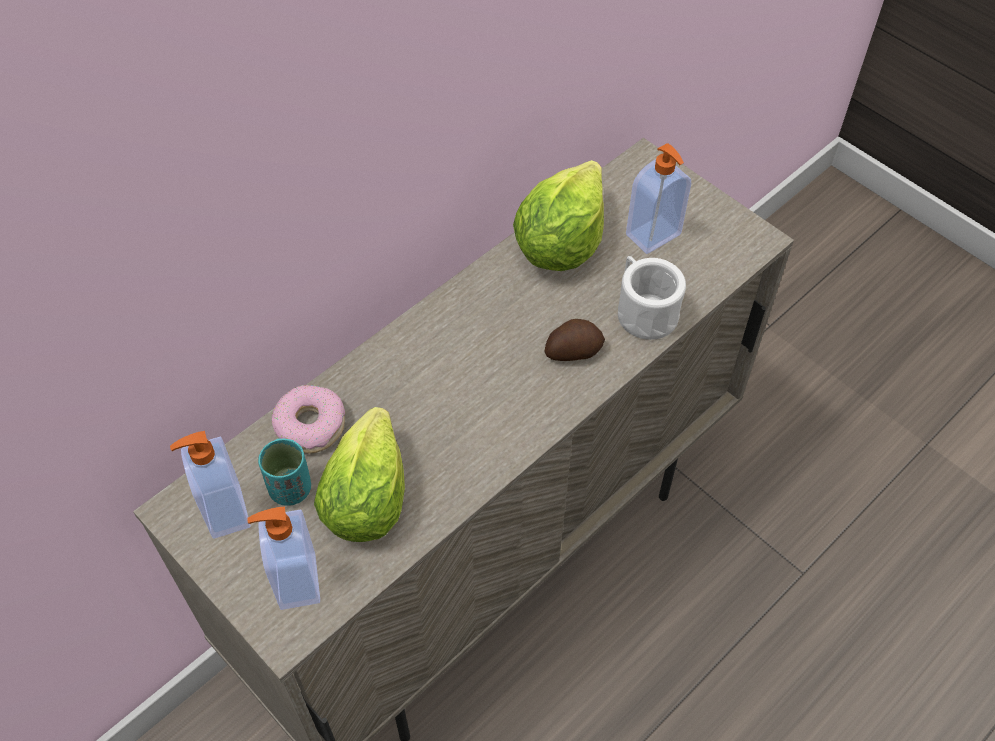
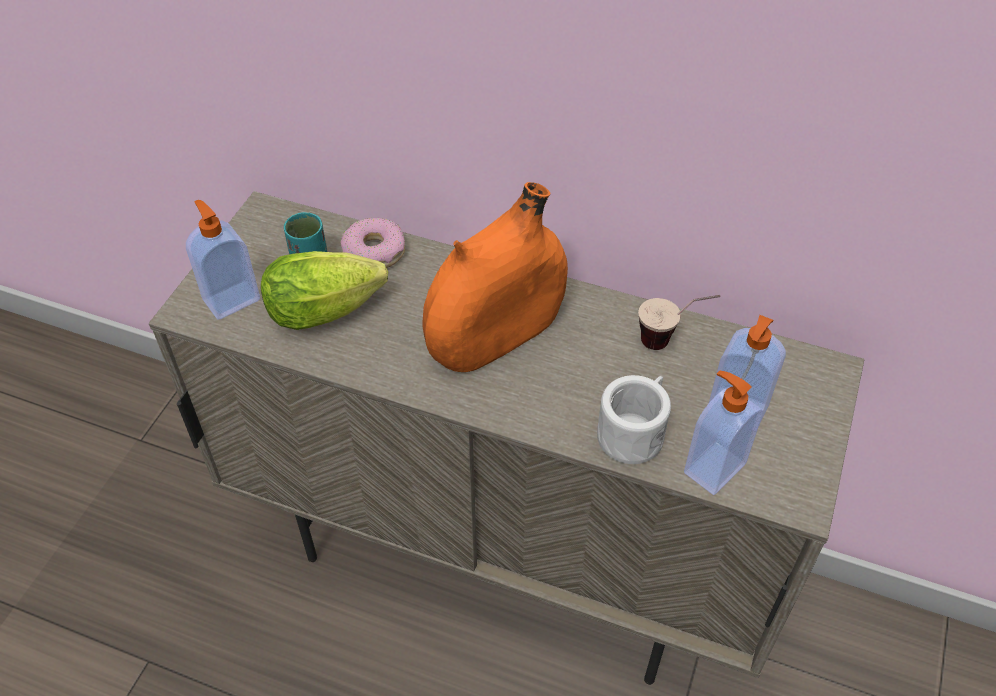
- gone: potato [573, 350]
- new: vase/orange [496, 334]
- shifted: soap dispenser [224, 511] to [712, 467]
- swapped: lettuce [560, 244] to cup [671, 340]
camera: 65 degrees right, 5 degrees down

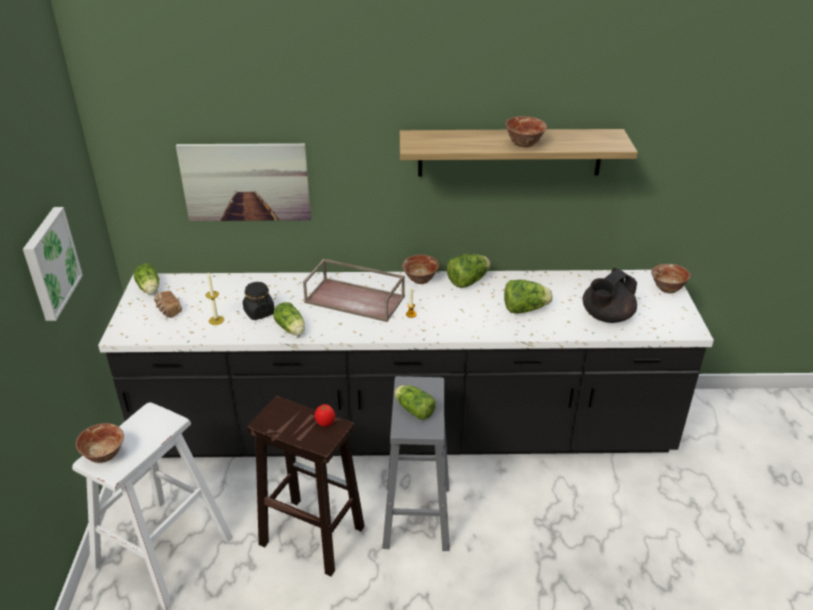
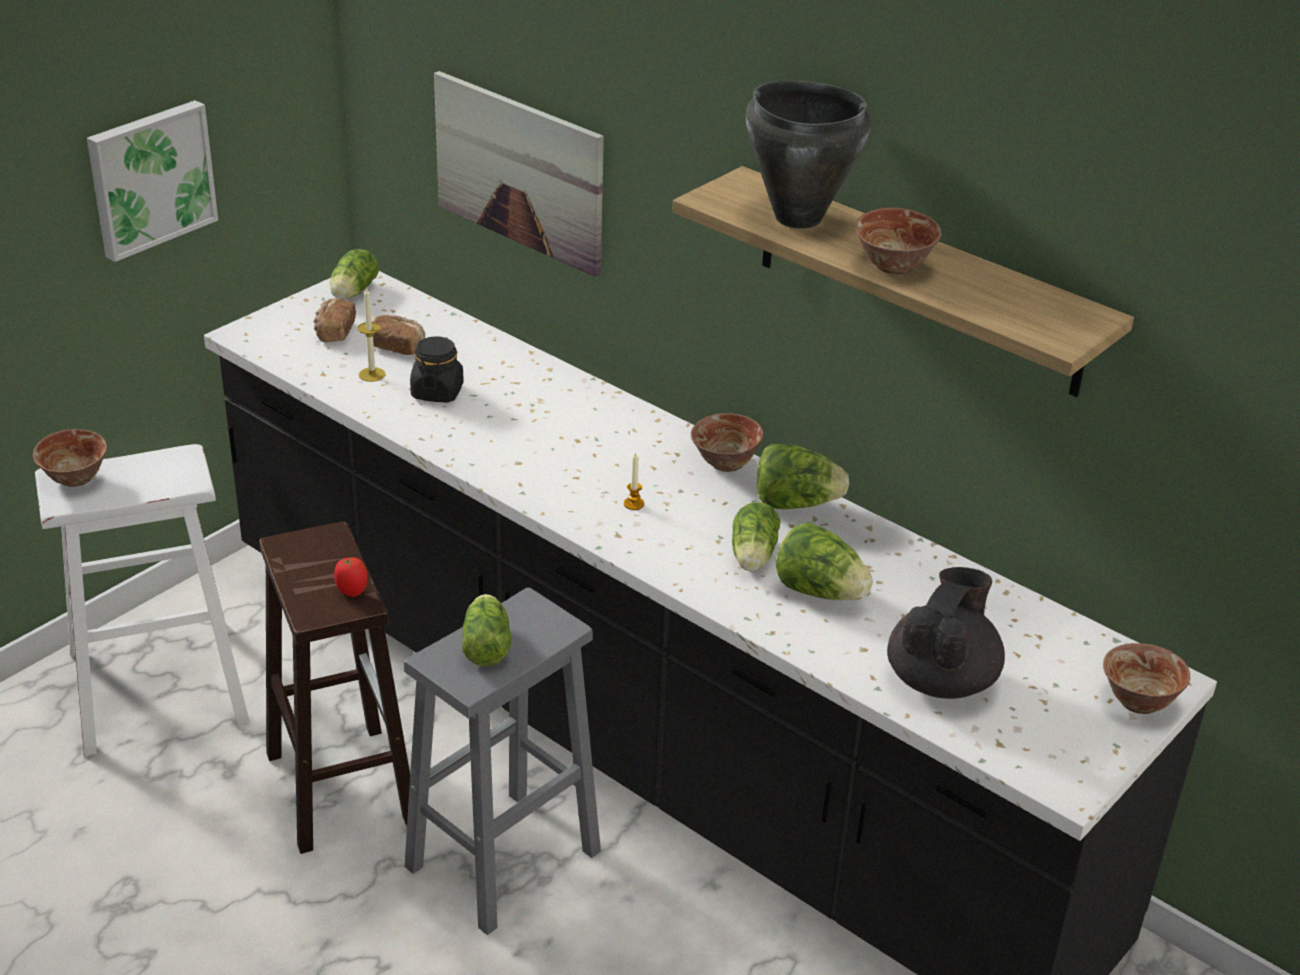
- gone: tray/brown [356, 299]
- new: bread [398, 347]
- new: cooking pot/black [797, 217]
- shifted: lettuce [291, 329] to [752, 557]
- rotated: teapot/black [606, 317] = [941, 679] 120 degrees clockwise
camera: 40 degrees right, 0 degrees up

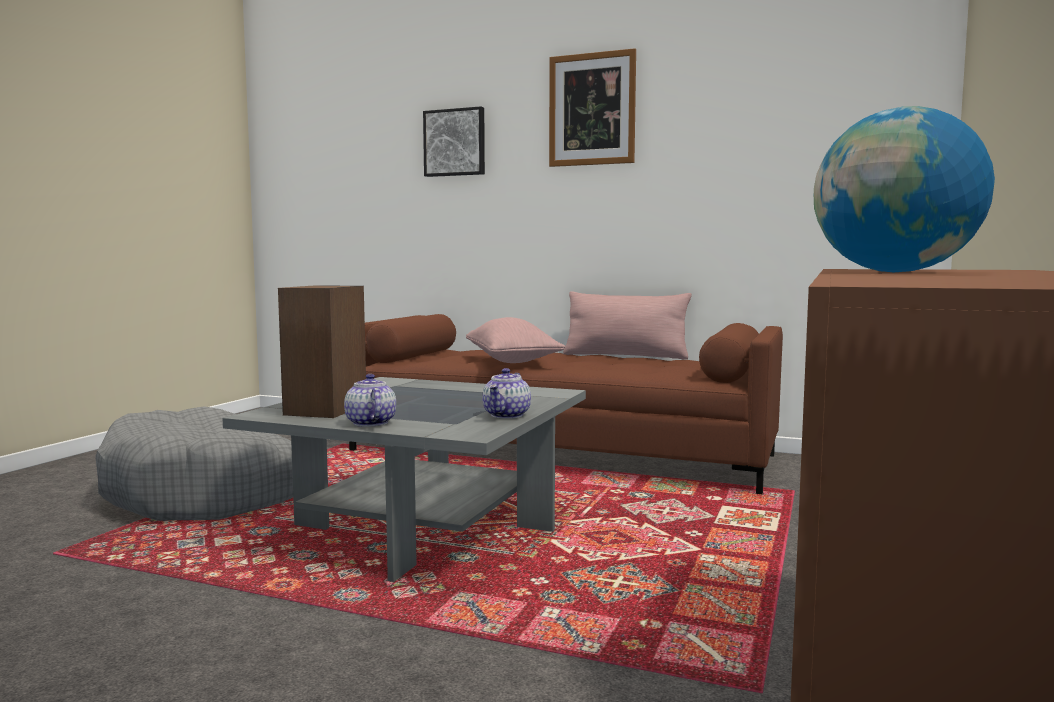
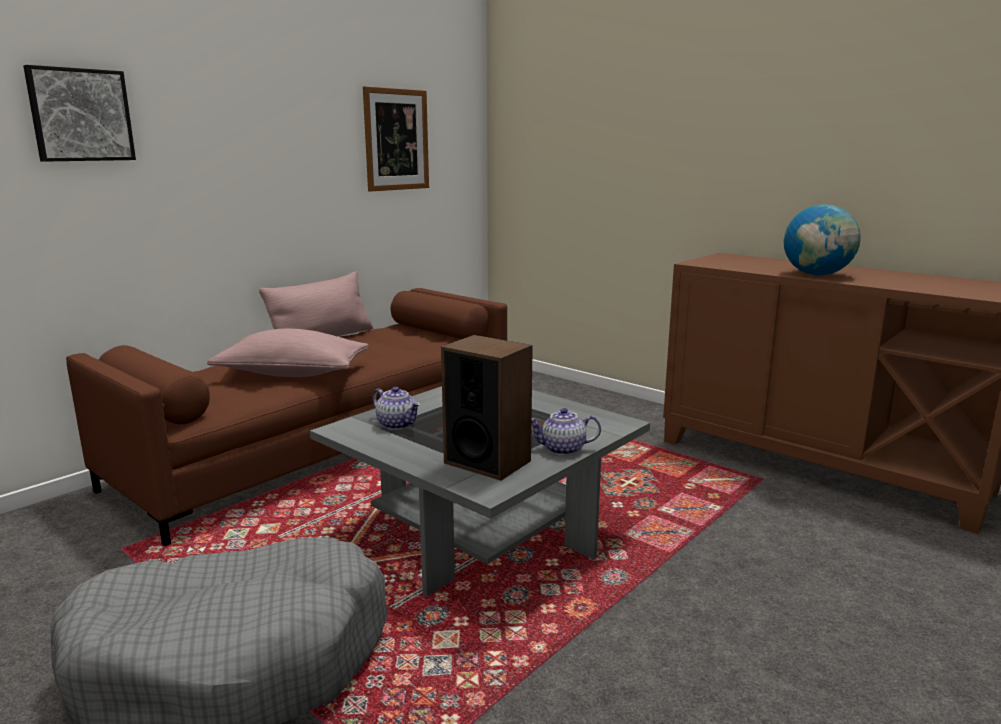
- shifted: teapot [507, 415] to [397, 424]
- shifted: picture [592, 109] to [396, 140]
camera: 70 degrees left, 10 degrees up

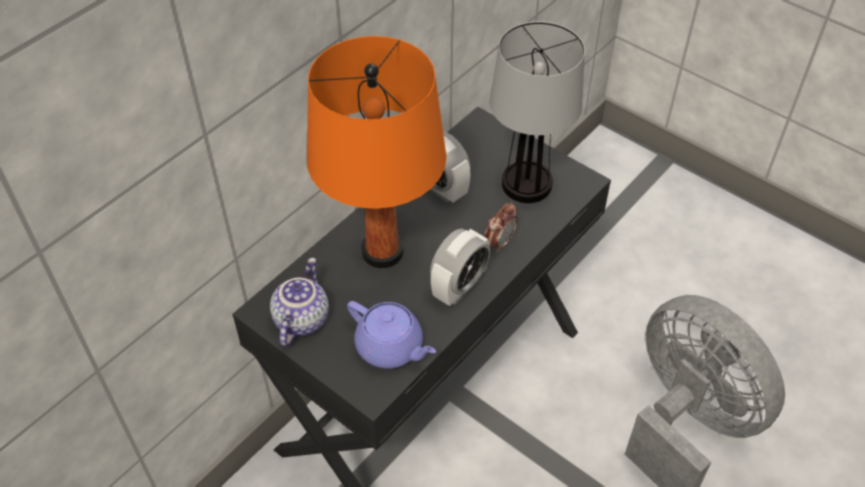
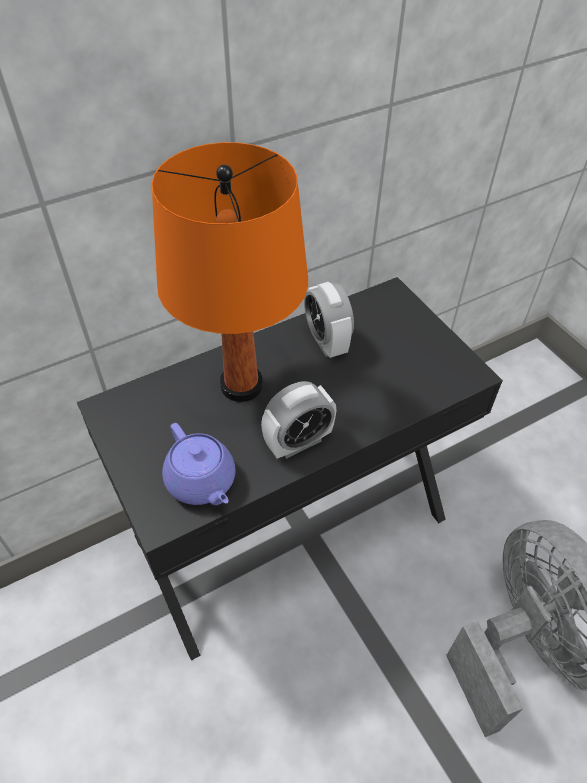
- gone: teapot [300, 319]
- gone: alarm clock [499, 243]
- gone: table lamp [527, 184]
camera: 20 degrees right, 0 degrees up

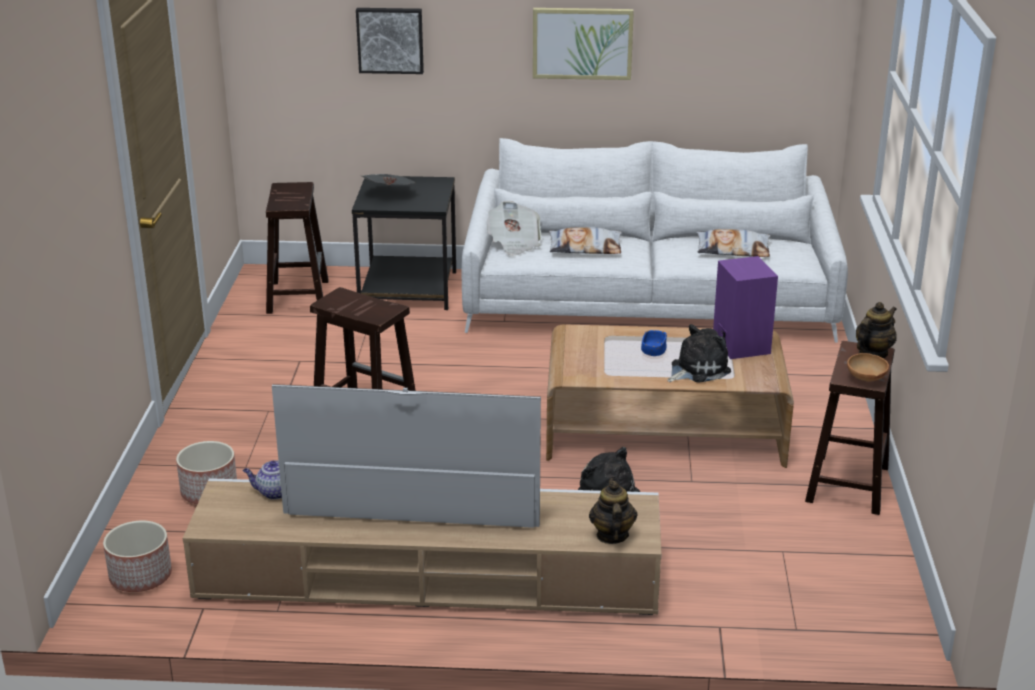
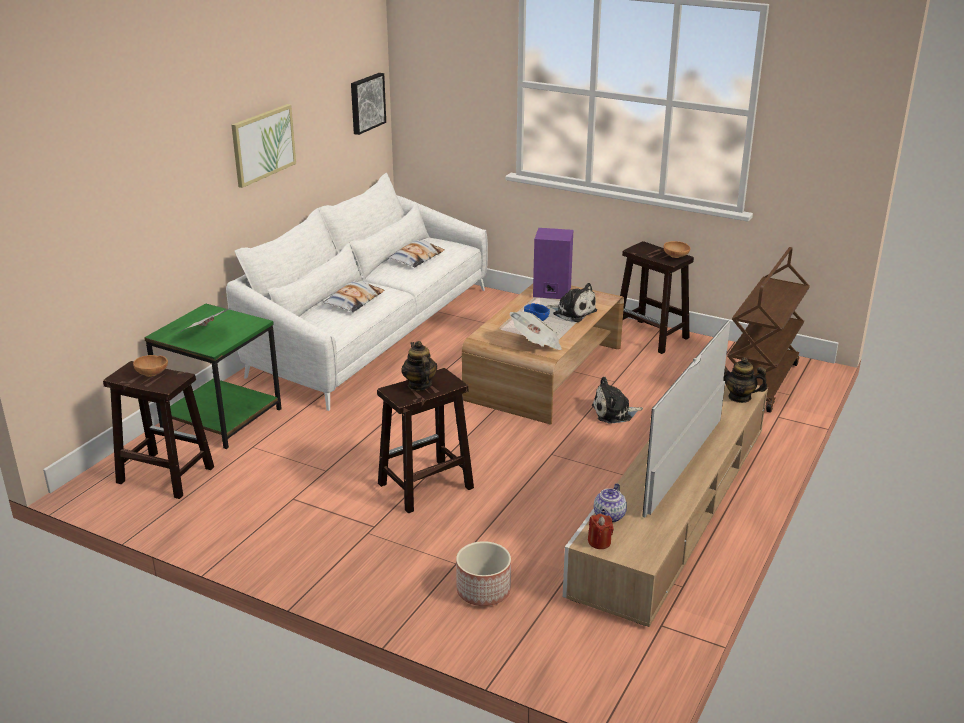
- gone: planter [140, 577]
- new: bowl/brown [153, 374]
- new: candle/red [599, 542]
- new: cart/brown [761, 383]
- shifted: picture [390, 40] to [366, 103]
- shifted: newspaper [514, 243] to [536, 343]
- shifted: teapot [872, 353] to [419, 385]
- repainted: side table/black [409, 288] to side table/green [221, 417]
- rotated: plush toy [697, 369] = [572, 312] 135 degrees clockwise
camera: 65 degrees left, 0 degrees up

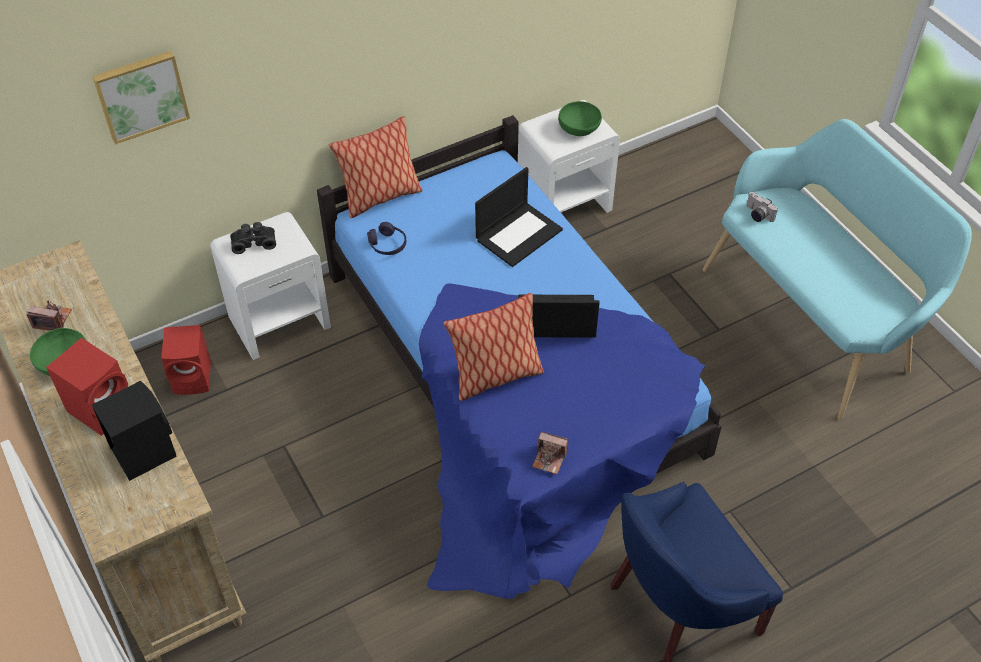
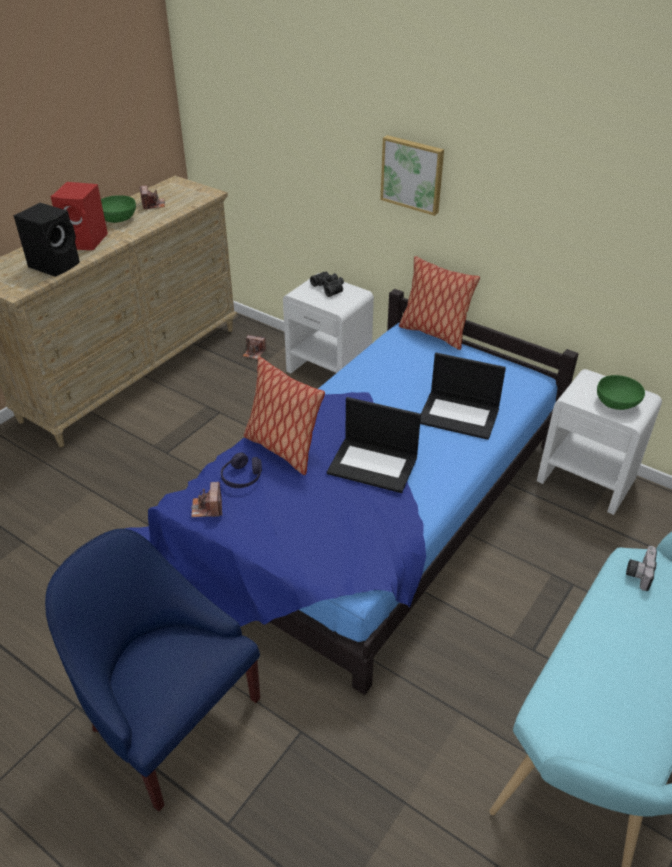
- shifted: picture [141, 95] to [413, 174]
- shifted: headphones/purple [387, 245] to [242, 477]
- swapped: speaker/red [194, 378] to photo camera [254, 353]
- rotated: laptop [555, 318] = [374, 464] 135 degrees clockwise
camera: 65 degrees right, 10 degrees down

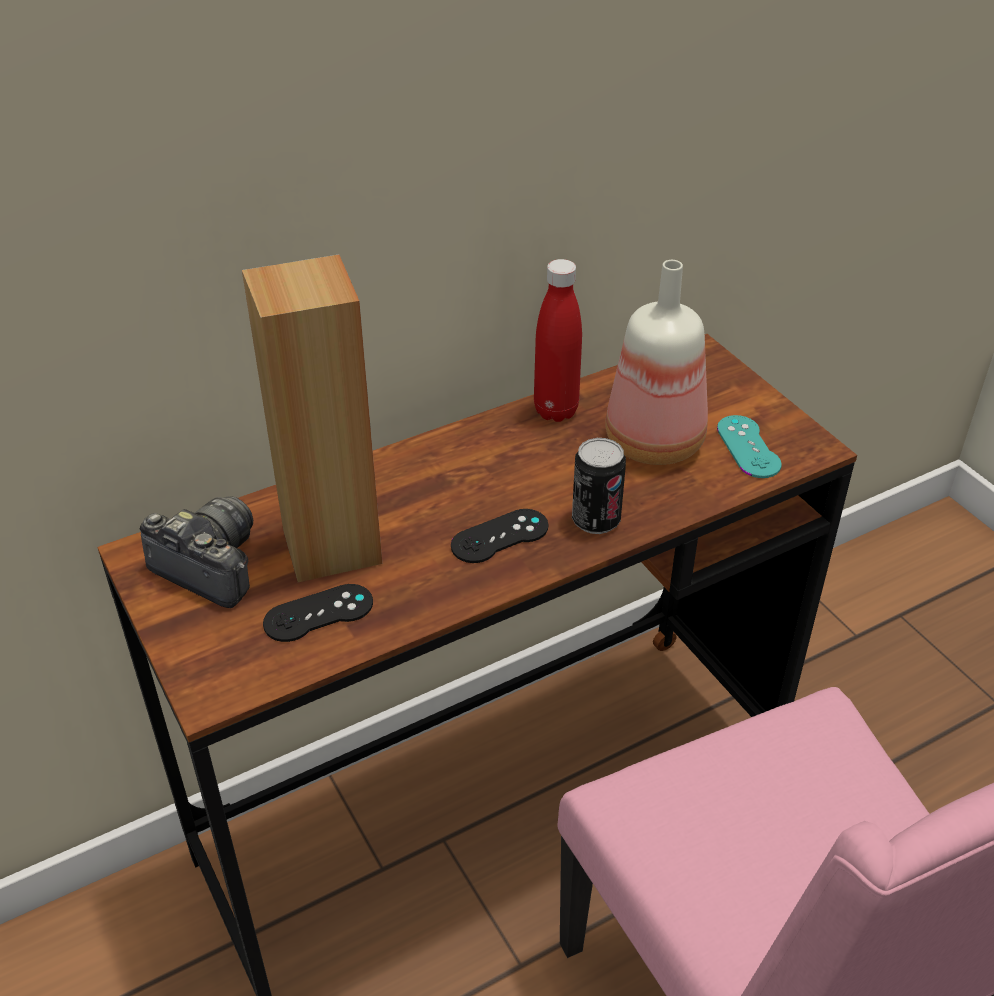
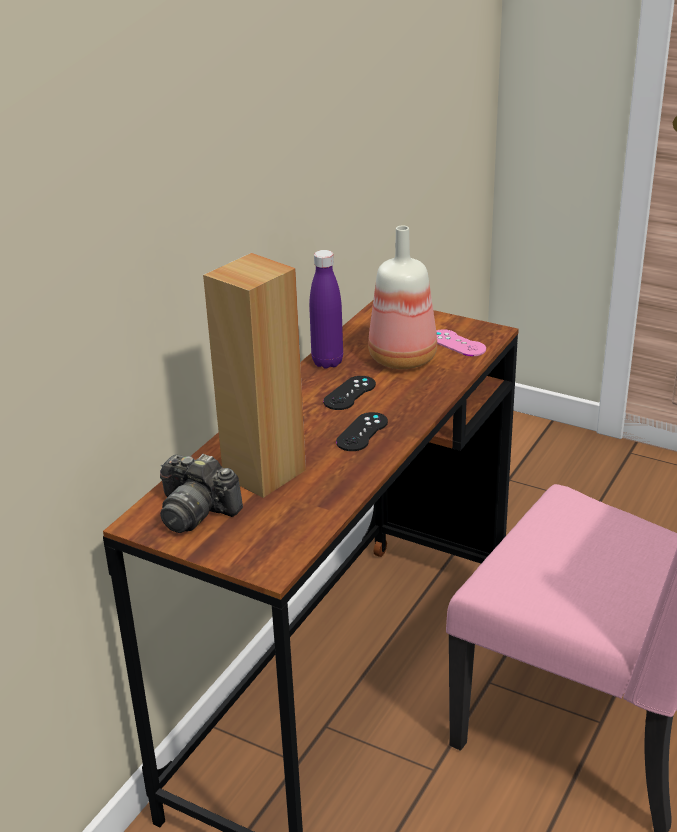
- gone: can [595, 520]
- shifted: game controller/black [318, 613] to [349, 393]
- repainted: bottle/red [555, 410] to bottle/purple [327, 362]
- repainted: game controller/turquoise [748, 447] to game controller/pink [457, 343]
- rotated: photo camera [210, 567] = [196, 511] 150 degrees counterclockwise
camera: 30 degrees left, 10 degrees down

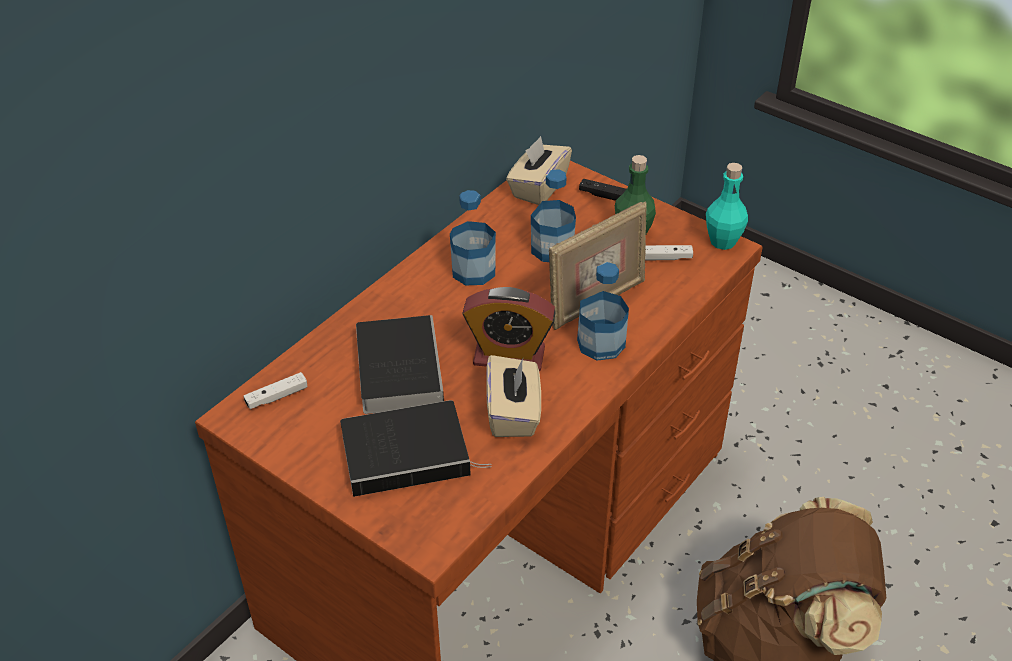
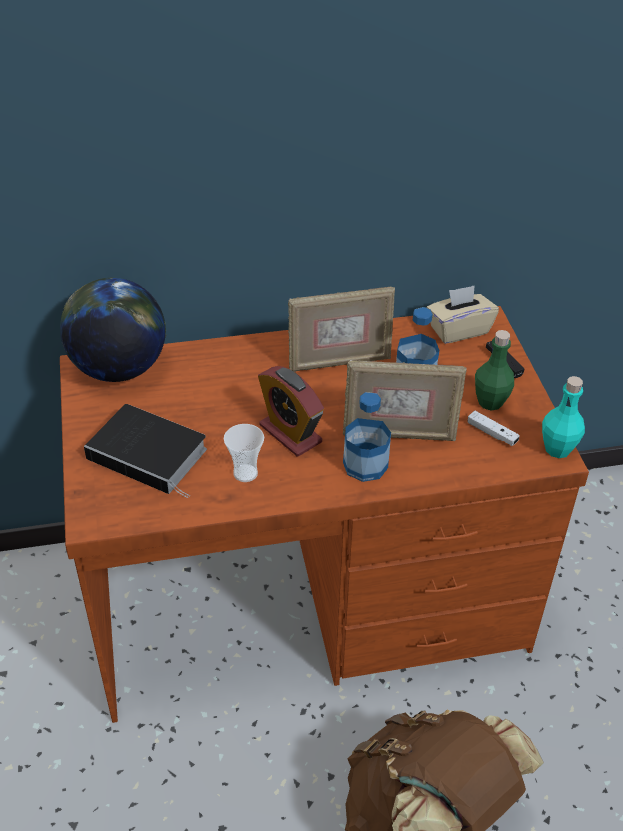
- gone: book [398, 367]
- swapped: game controller/white [277, 396] to globe [119, 369]
- swapped: bottle [473, 271] to picture frame [339, 362]
- swapped: tissue box/beige [513, 413] to cup [245, 473]
camera: 40 degrees right, 0 degrees up

